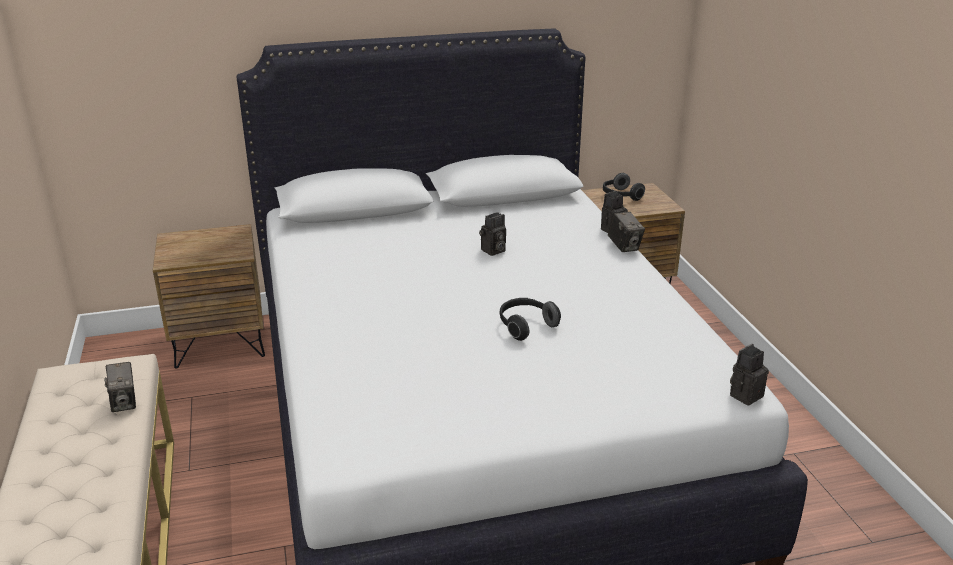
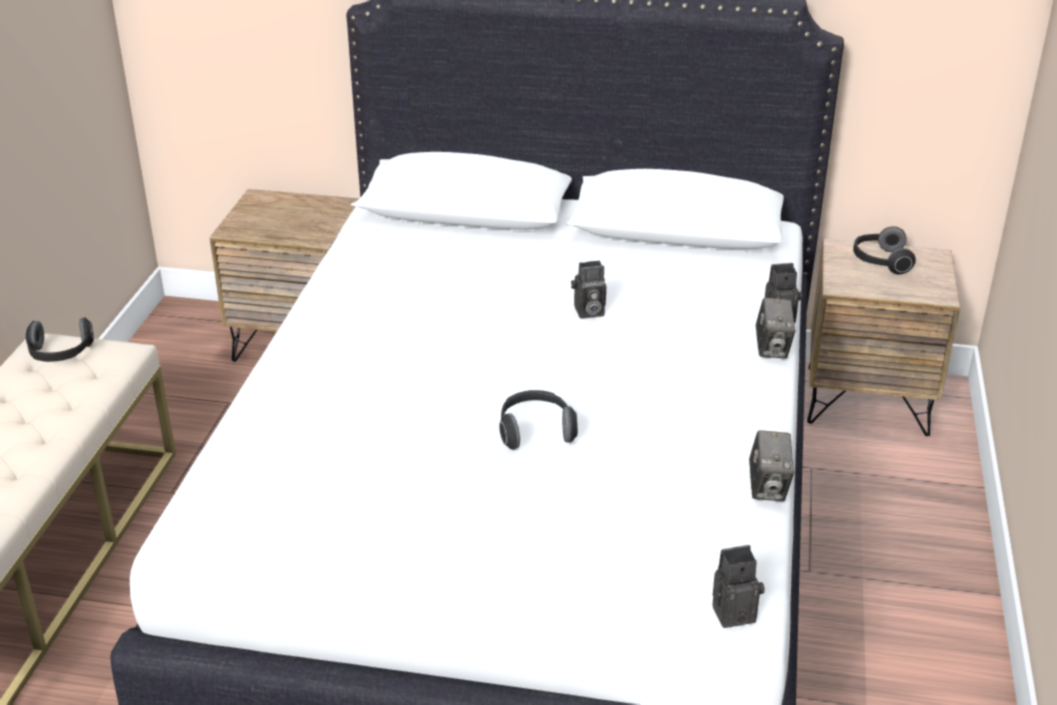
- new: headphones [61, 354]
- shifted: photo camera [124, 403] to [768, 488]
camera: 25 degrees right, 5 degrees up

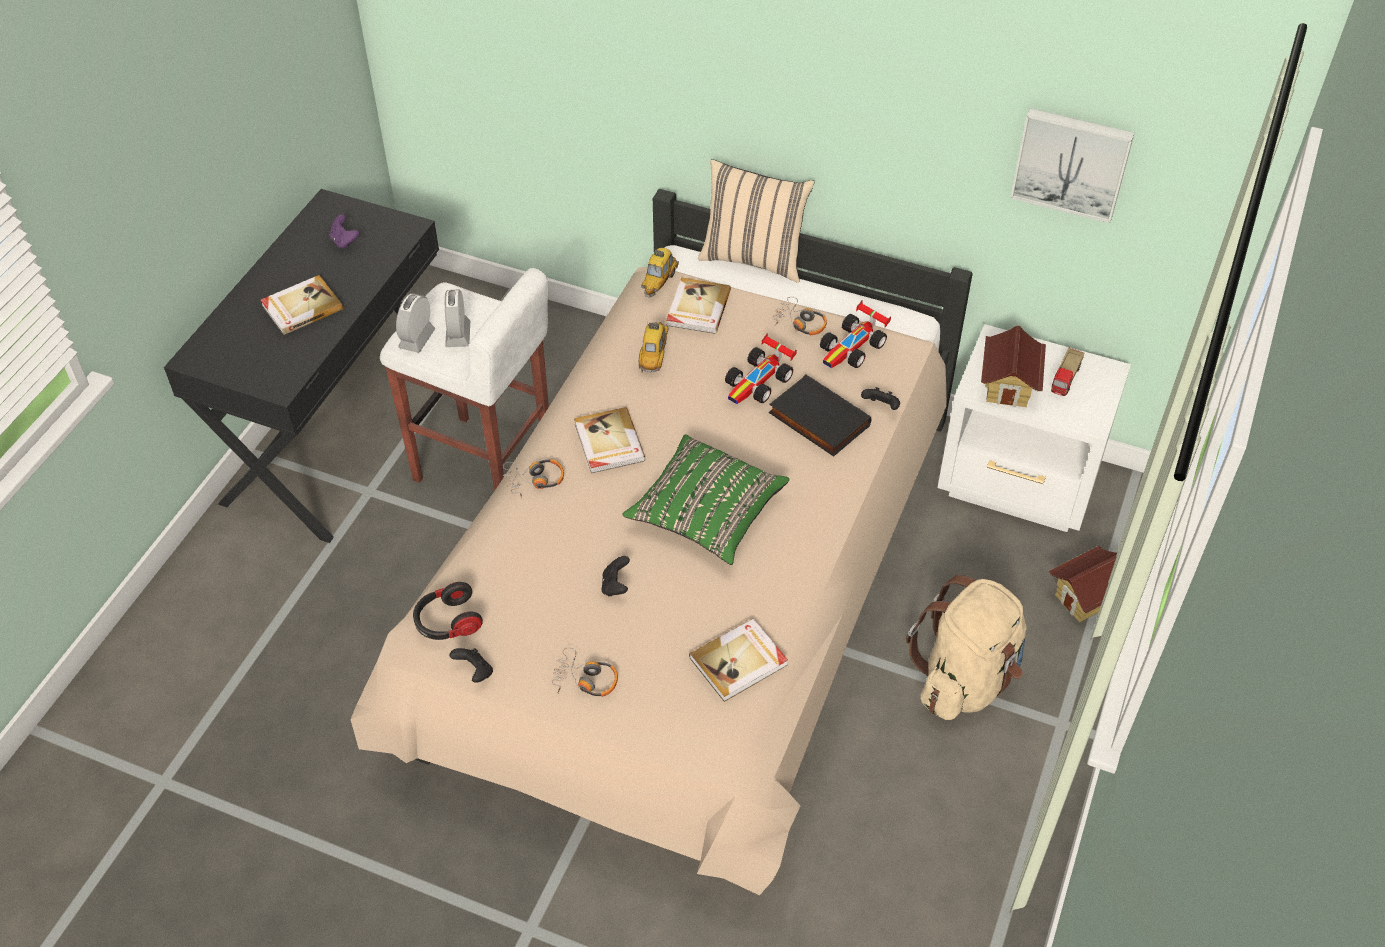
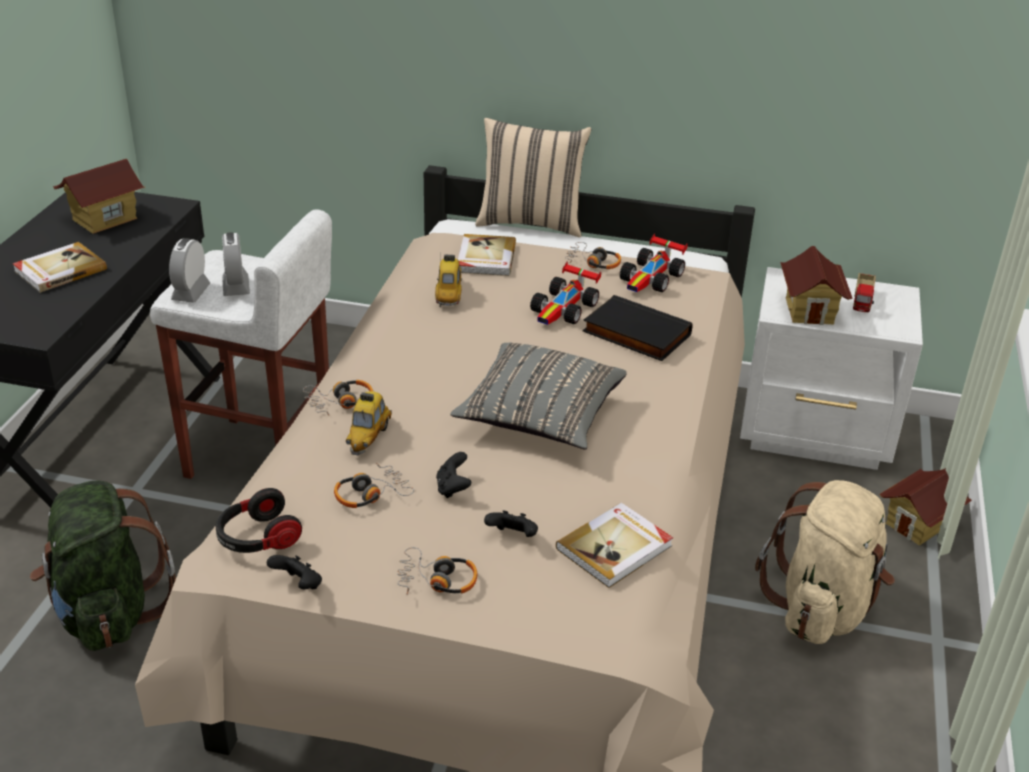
- gone: book [608, 443]
- gone: picture [1072, 162]
- new: backpack/green [108, 612]
- new: headphones [371, 494]
- shifted: toy car [659, 282] to [368, 437]
- shifted: game controller/black [881, 407] to [512, 537]
- swapped: game controller/purple [344, 241] to toy house [104, 219]
- repainted: pillow/green [706, 513] to pillow/grey [539, 417]
camera: 10 degrees left, 15 degrees down

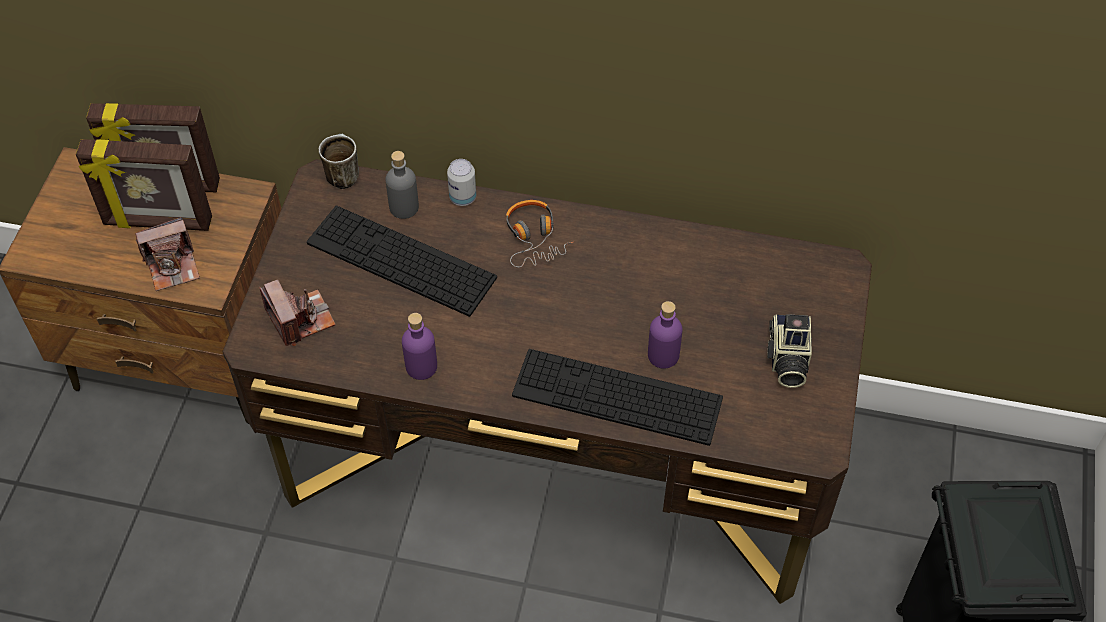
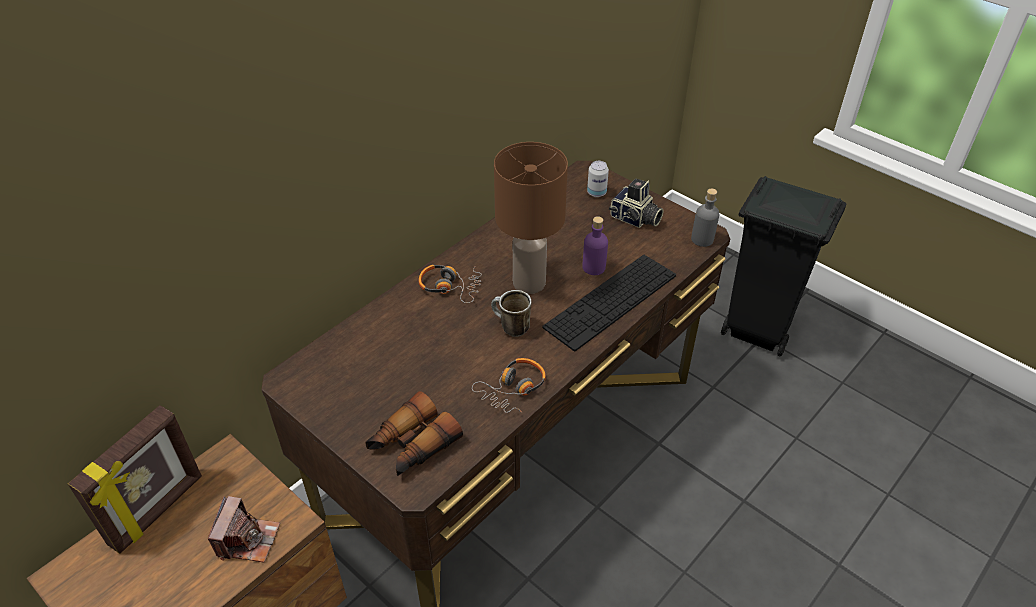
- gone: picture frame [157, 223]
- gone: keyboard [401, 260]
- new: table lamp/brown [529, 283]
- shifted: mug [342, 174] to [510, 328]
- shifted: bottle/grey [404, 207] to [702, 239]
- shifted: can [463, 198] to [596, 193]
- swapped: photo camera [300, 319] to binoculars [412, 445]
- swapped: bottle/purple [421, 366] to headphones [513, 390]
camera: 60 degrees left, 10 degrees down

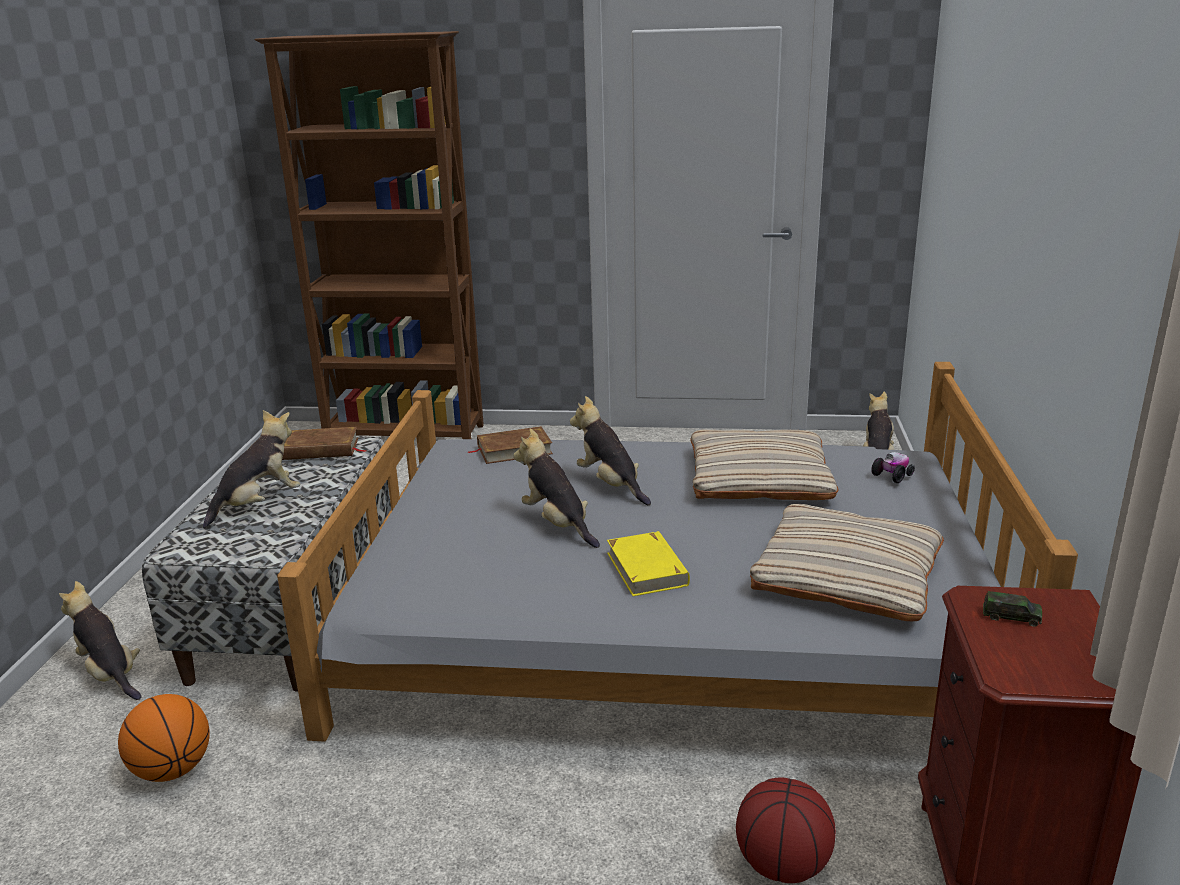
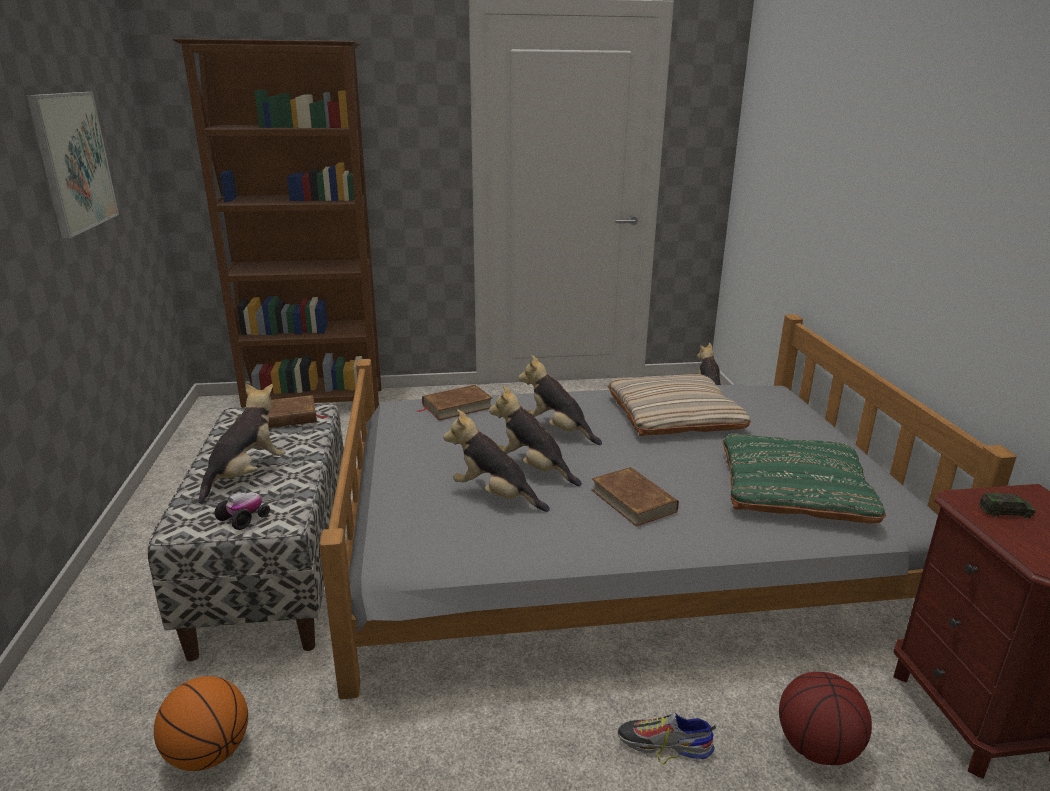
- new: picture [74, 161]
- new: shoe [664, 744]
- shifted: plush toy [110, 674] to [495, 496]
- shifted: toy car [893, 476] to [244, 519]
- repainted: book/yellow [647, 569] to book/brown [633, 500]
- repainted: pillow/beige [847, 574] to pillow/green [794, 488]
camera: 15 degrees left, 0 degrees up

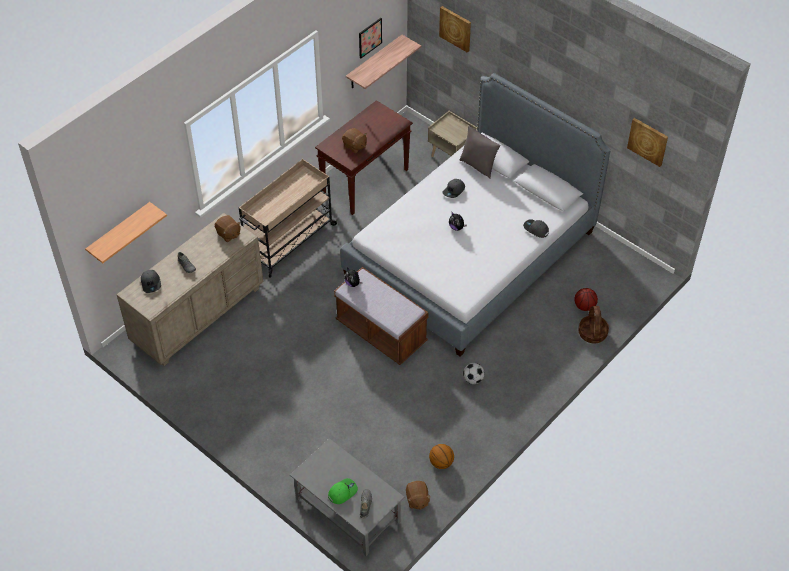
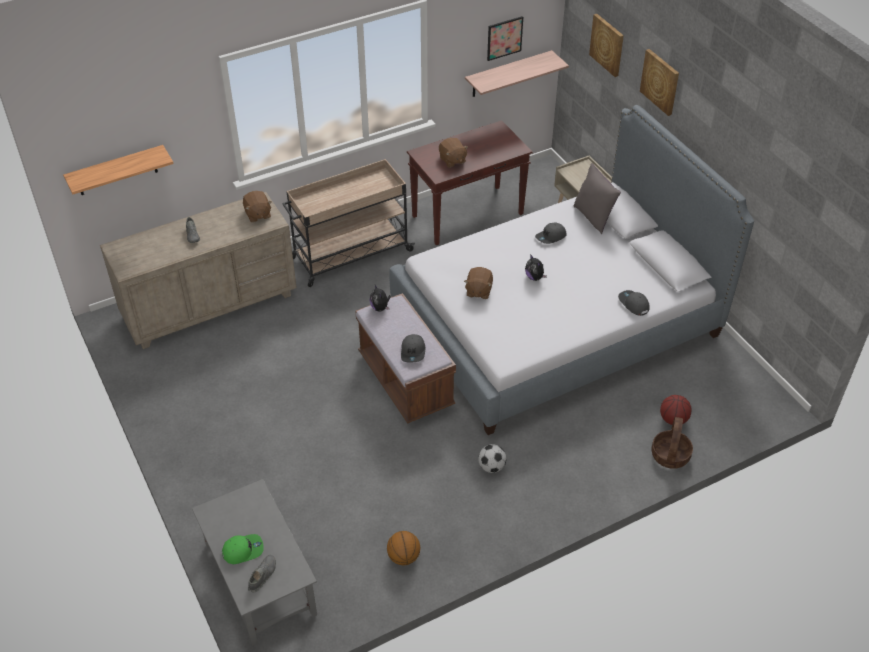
- shifted: cap/grey [151, 283] to [413, 352]
- shifted: plush toy/brown [417, 500] to [478, 291]
- shifted: picture [648, 141] to [660, 81]
camera: 20 degrees right, 5 degrees down

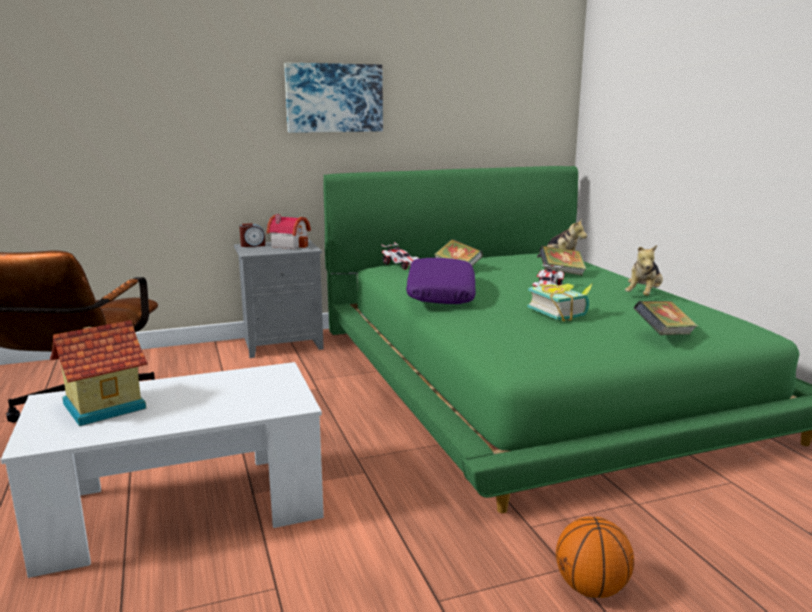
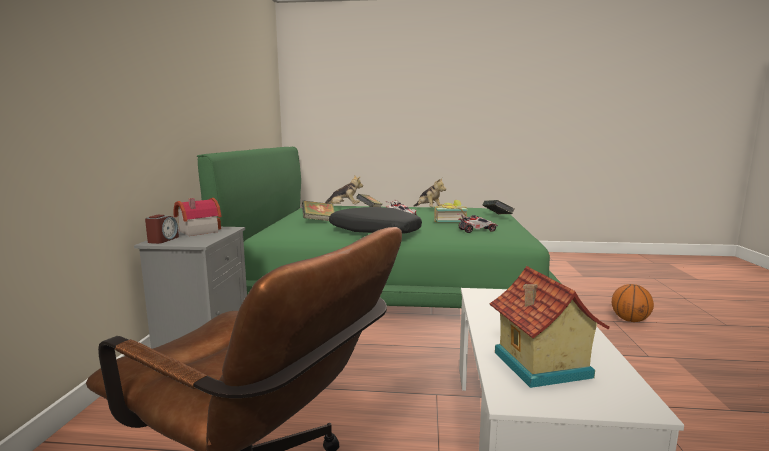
- gone: picture [334, 98]
- shifted: toy car [401, 265] to [476, 230]
- repainted: pillow/purple [440, 293] to pillow/black [374, 231]
camera: 65 degrees left, 5 degrees down

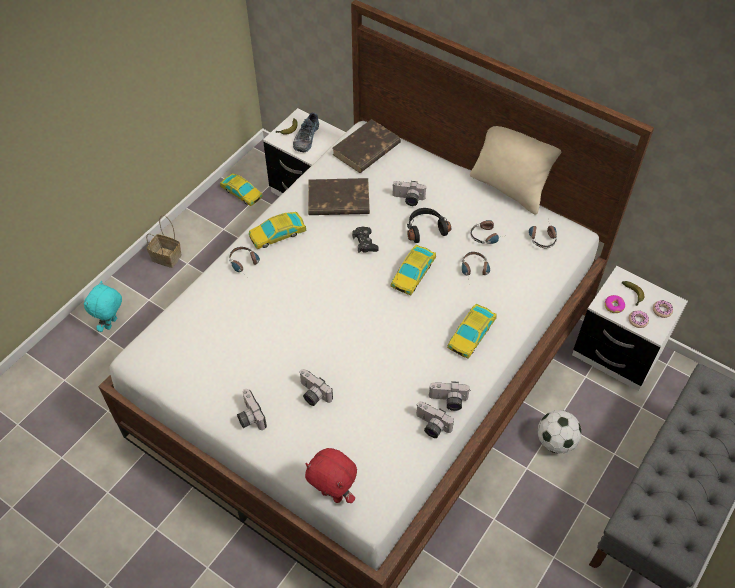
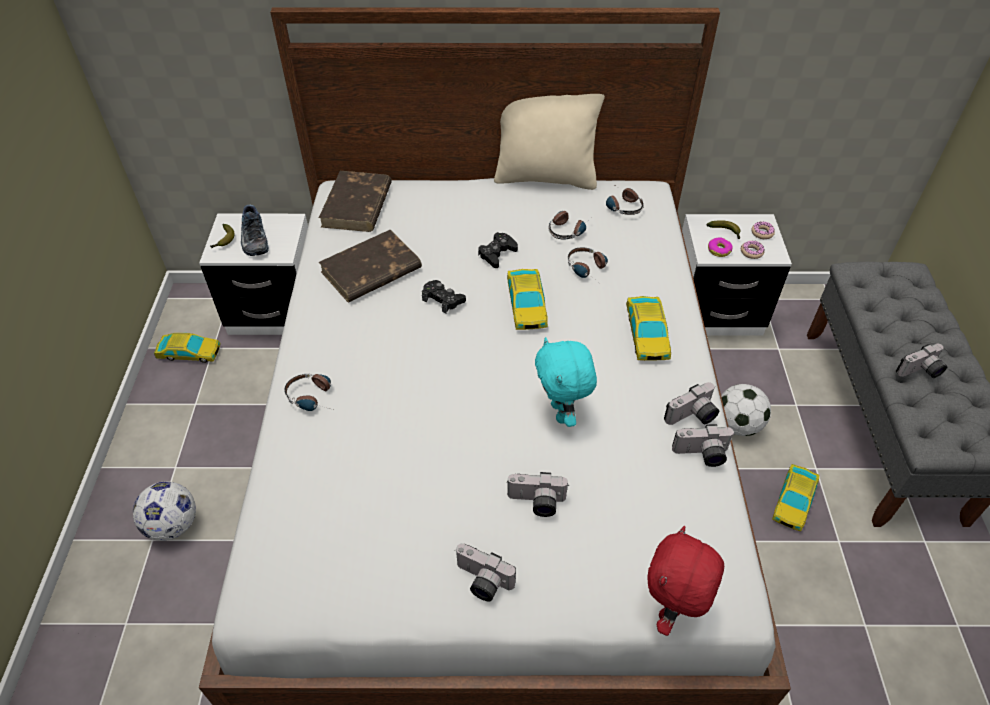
- gone: basket [167, 257]
- new: football [173, 525]
- shifted: plush toy/turquoise [112, 324] to [561, 413]
- shifted: toy car [277, 234] to [794, 500]
- shifted: photo camera [408, 199] to [920, 372]
- swapped: headphones/black [425, 229] to game controller/black [497, 254]
- rotated: plush toy/red [333, 494] = [671, 610] 120 degrees clockwise
camera: 35 degrees left, 5 degrees down

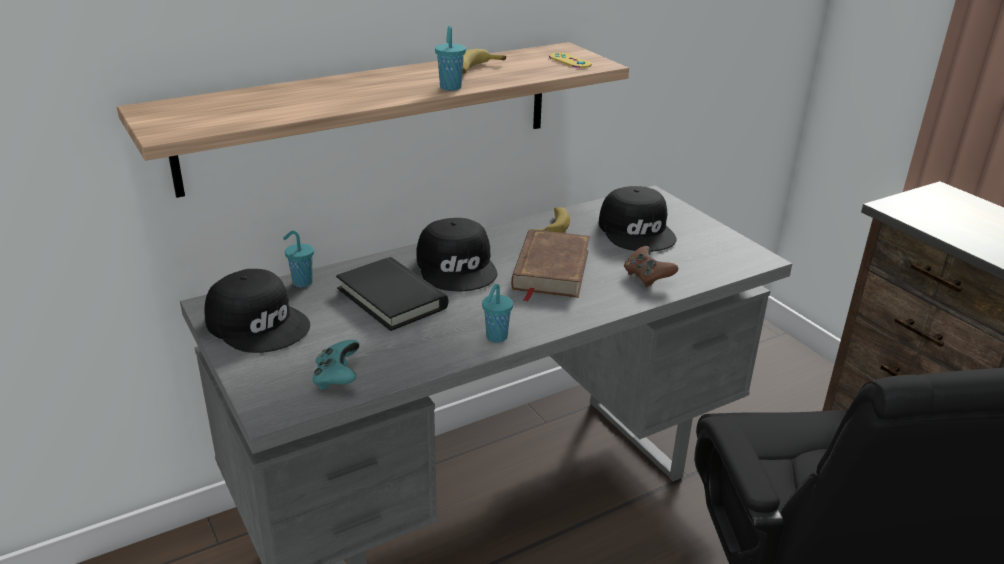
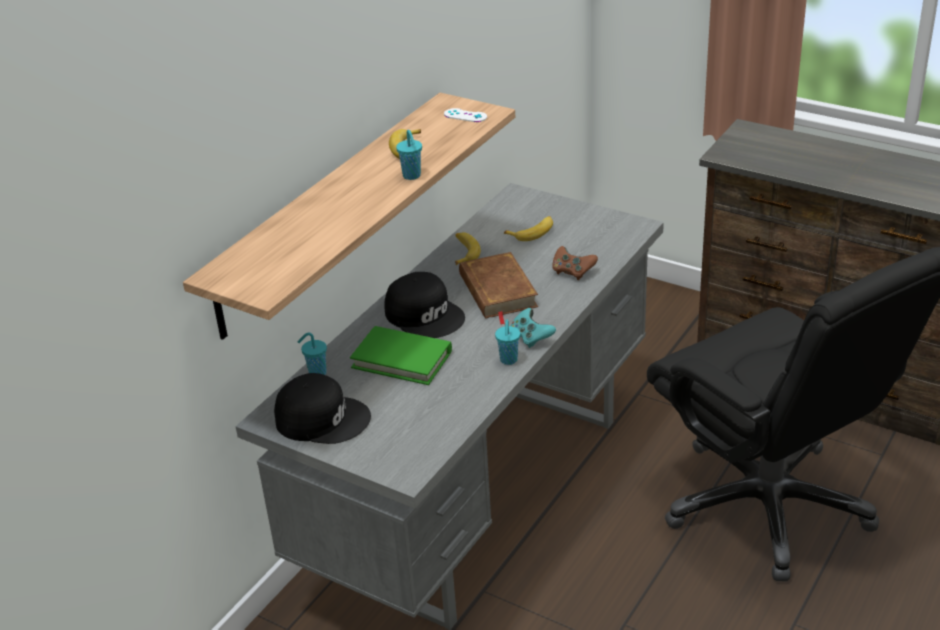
- shifted: game controller/turquoise [337, 378] to [531, 337]
- swapped: cap/black [638, 231] to banana [532, 232]
- repainted: book/black [392, 298] to book/green [402, 359]
- repainted: game controller/yellow [570, 61] to game controller/white [465, 115]
camera: 25 degrees left, 5 degrees up

